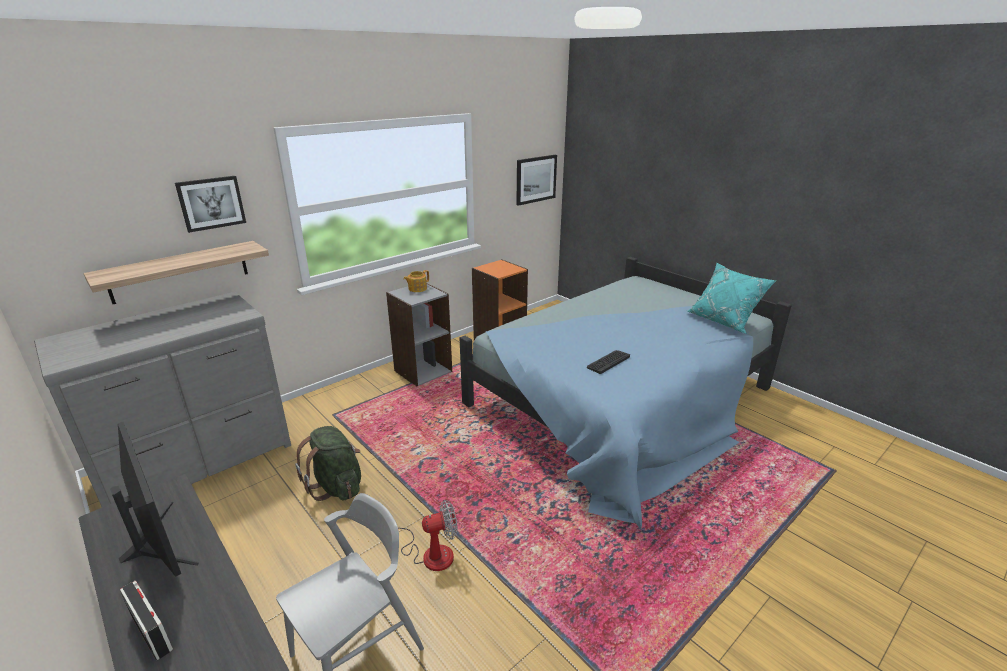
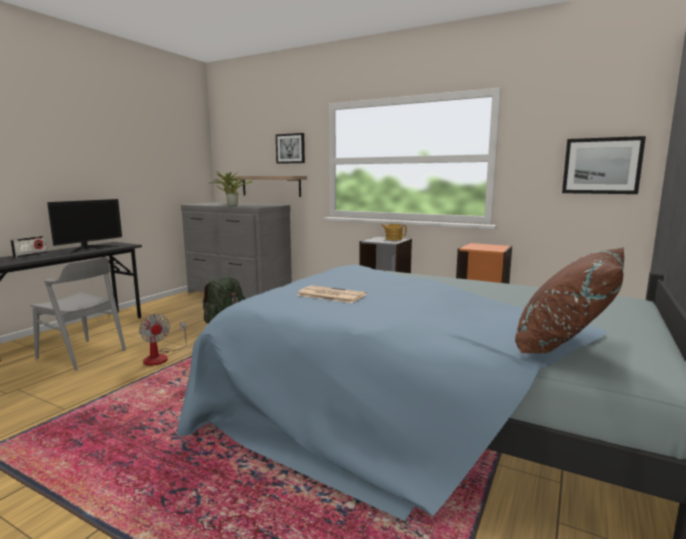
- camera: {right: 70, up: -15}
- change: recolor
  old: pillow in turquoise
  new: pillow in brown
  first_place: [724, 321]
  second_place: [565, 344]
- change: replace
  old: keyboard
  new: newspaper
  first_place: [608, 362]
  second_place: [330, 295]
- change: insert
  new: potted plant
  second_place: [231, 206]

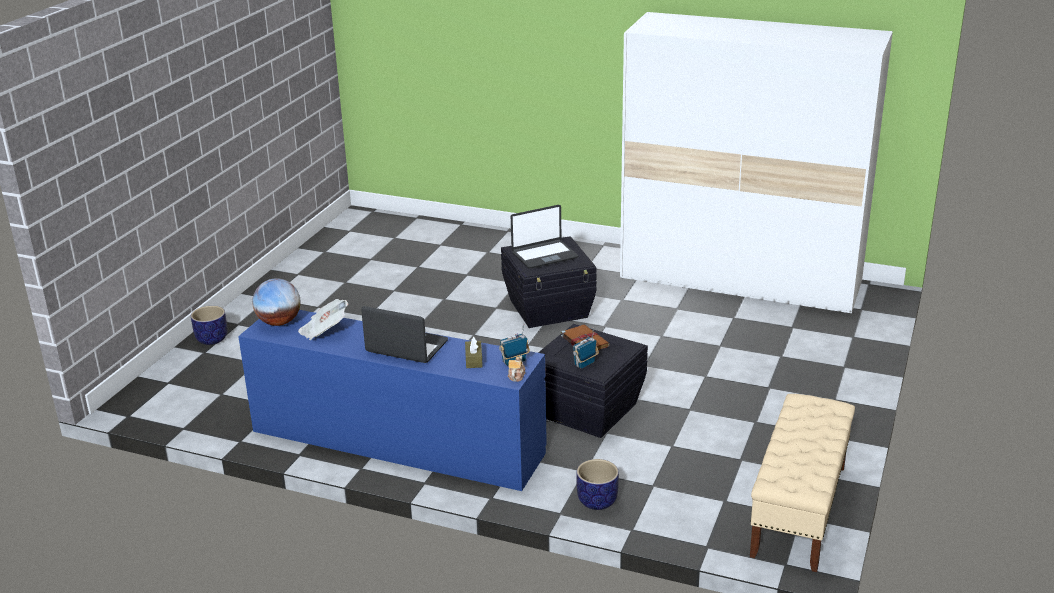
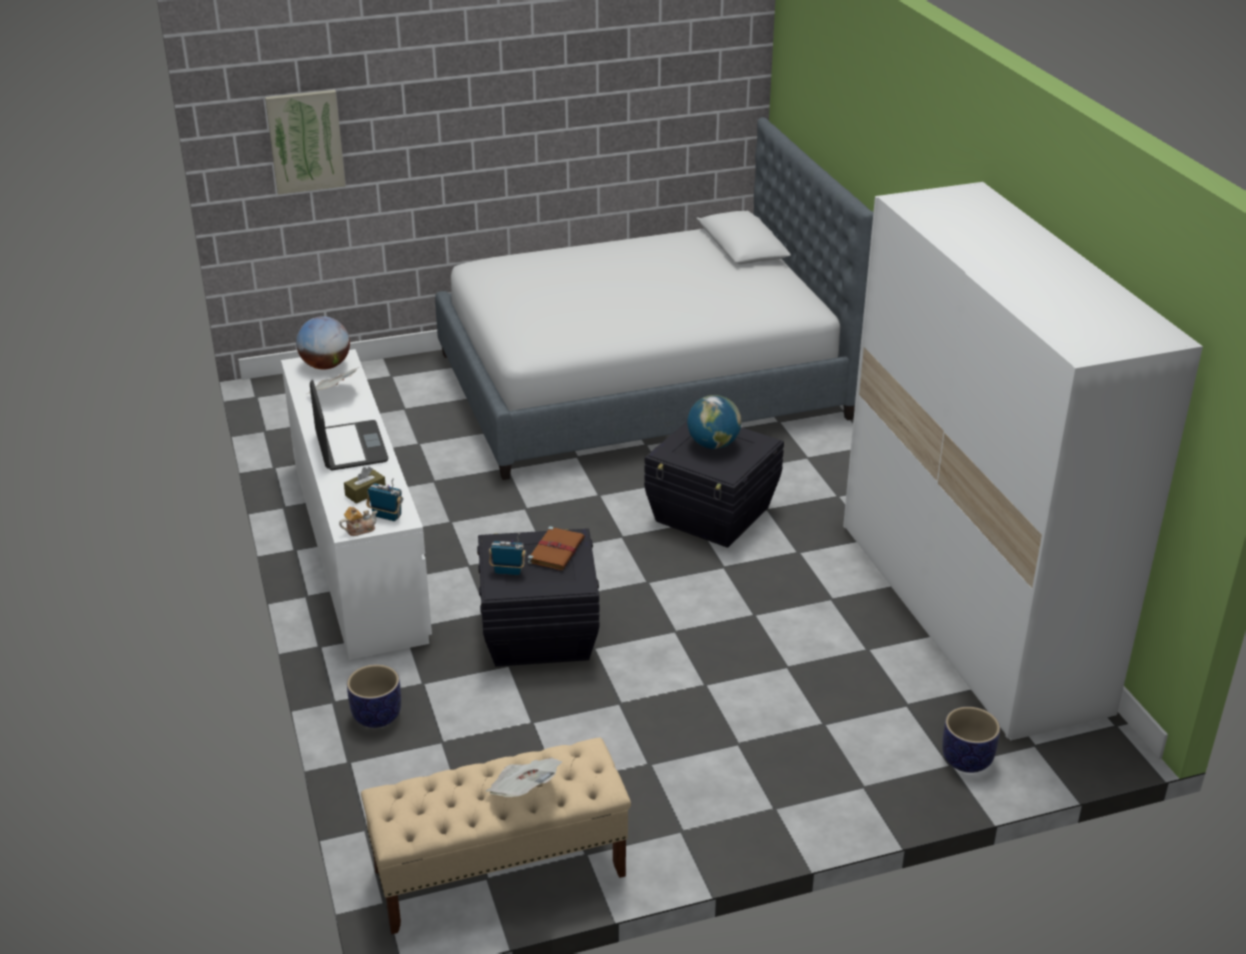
- camera: {right: 50, up: 5}
- change: replace
  old: laptop
  new: globe
  first_place: [544, 255]
  second_place: [713, 444]
- change: move
  old: planter
  first_place: [212, 339]
  second_place: [967, 760]
- change: recolor
  old: dresser in blue
  new: dresser in white
  first_place: [397, 442]
  second_place: [357, 547]
- change: insert
  new: picture
  second_place: [305, 141]
- change: insert
  new: bed
  second_place: [641, 385]
- change: insert
  new: newspaper
  second_place: [524, 791]

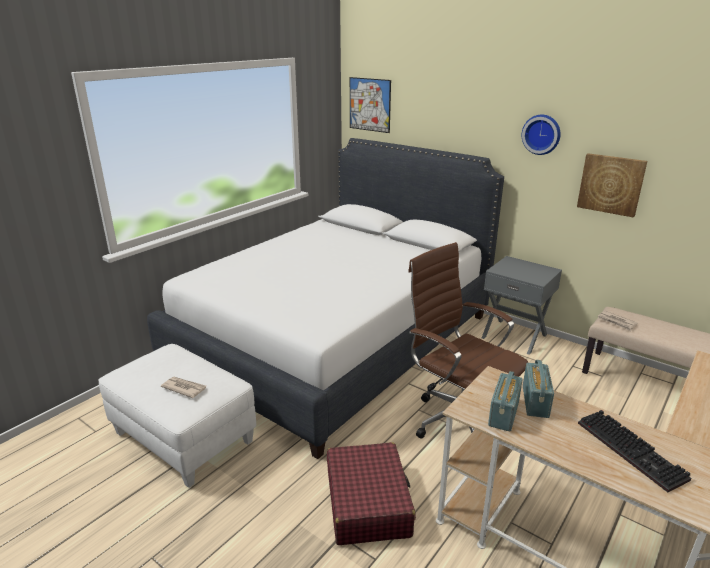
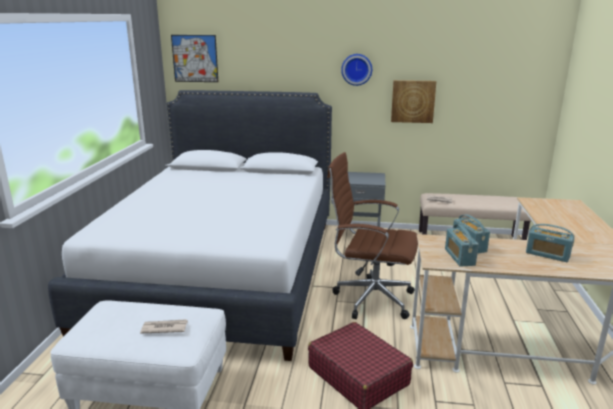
- camera: {right: -30, up: -5}
- change: replace
  old: keyboard
  new: radio
  first_place: [633, 451]
  second_place: [547, 255]

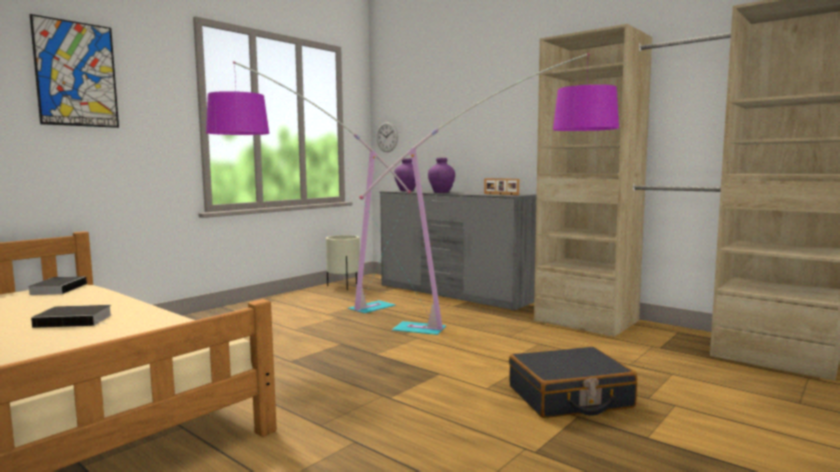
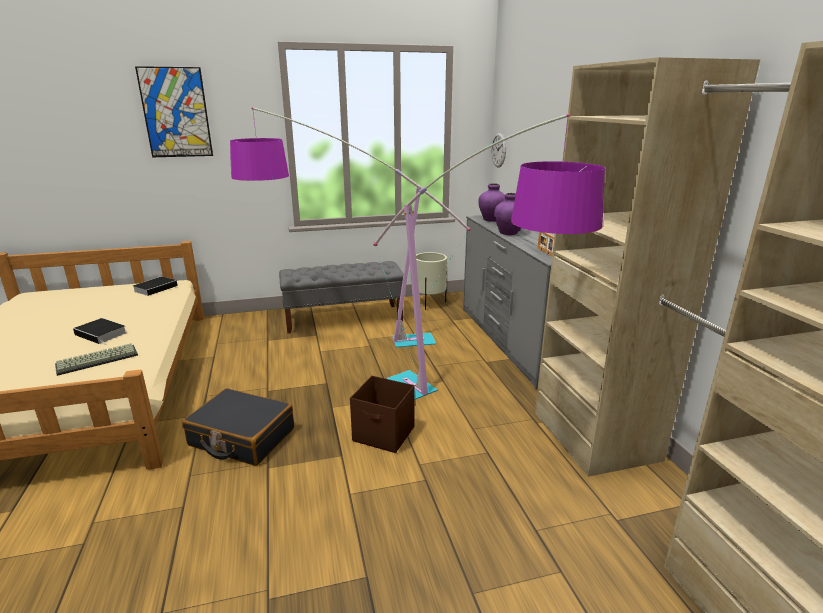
- camera: {right: 35, up: 15}
- change: move
  old: suitcase in black
  first_place: [569, 397]
  second_place: [241, 437]
- change: insert
  new: bench in grey
  second_place: [344, 318]
- change: insert
  new: keyboard
  second_place: [98, 359]
- change: insert
  new: storage box in brown
  second_place: [384, 434]

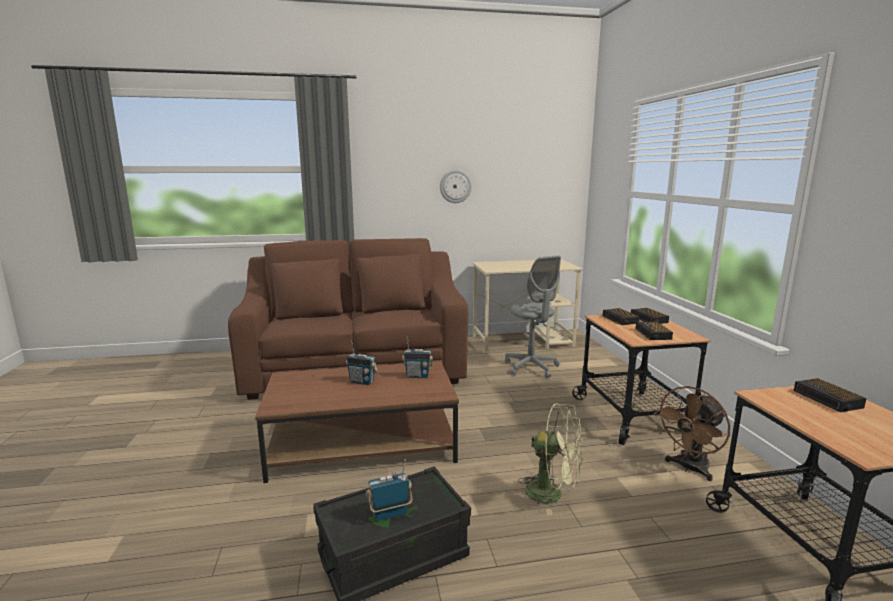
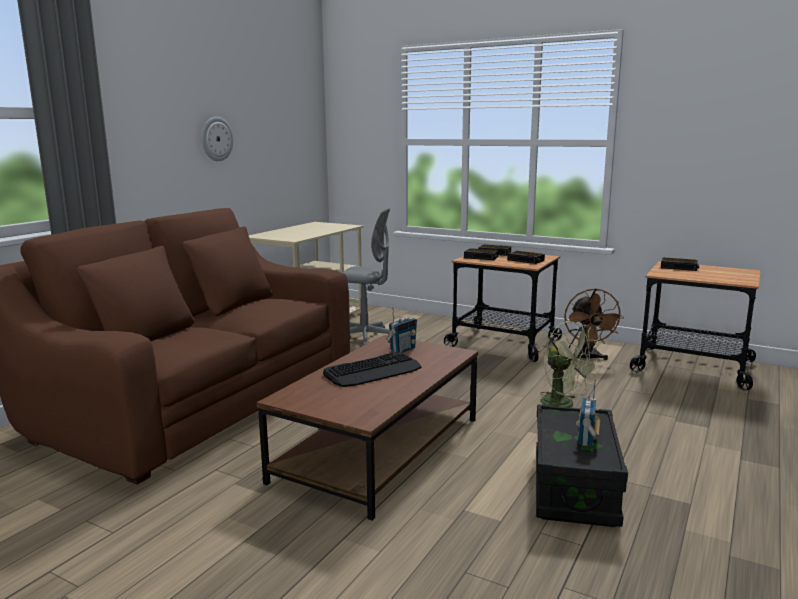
- camera: {right: -50, up: 0}
- change: replace
  old: radio
  new: keyboard
  first_place: [362, 382]
  second_place: [373, 371]
- change: rotate
  old: fan in green
  first_place: [552, 494]
  second_place: [564, 405]
  degrees: 75

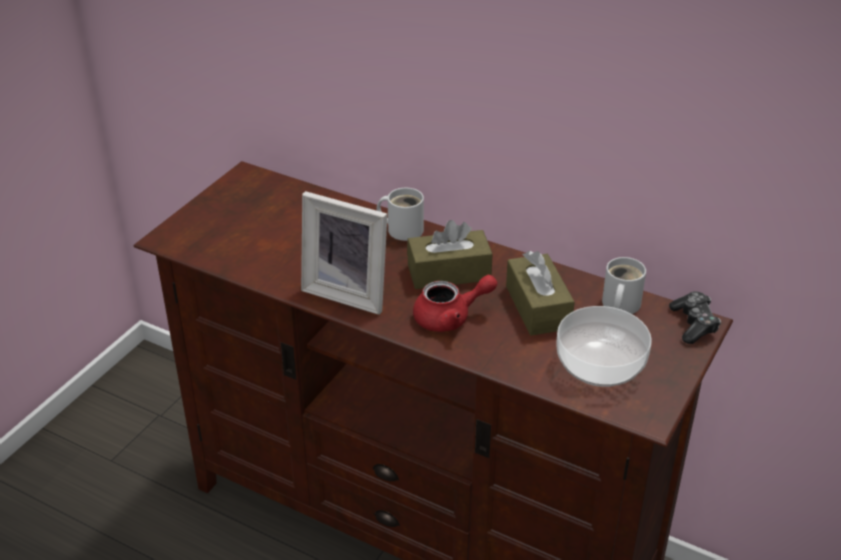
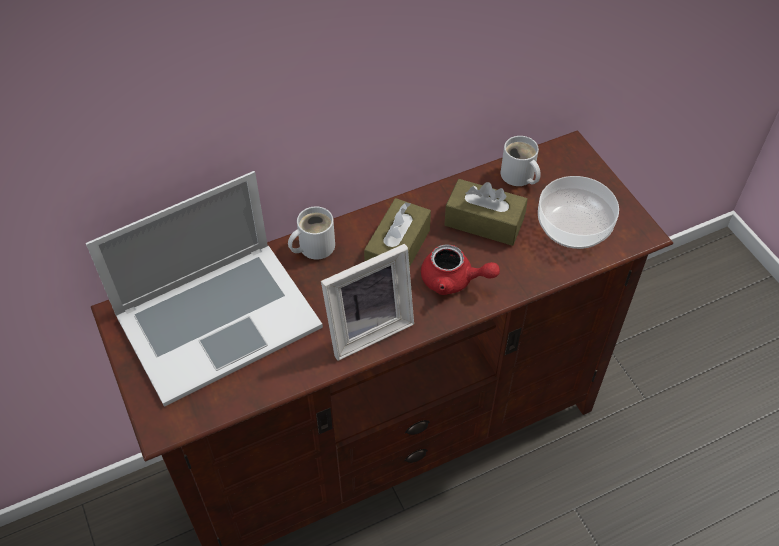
- camera: {right: -55, up: 15}
- change: rotate
  old: teapot in red
  first_place: [450, 317]
  second_place: [453, 280]
  degrees: 90
- change: delete
  old: game controller
  first_place: [694, 324]
- change: insert
  new: laptop
  second_place: [217, 319]

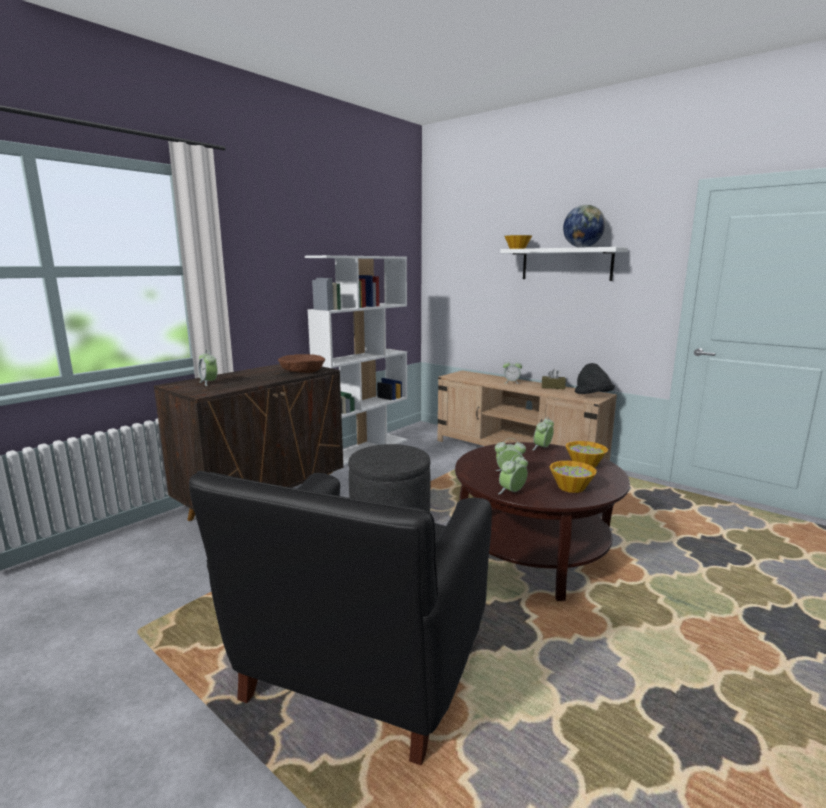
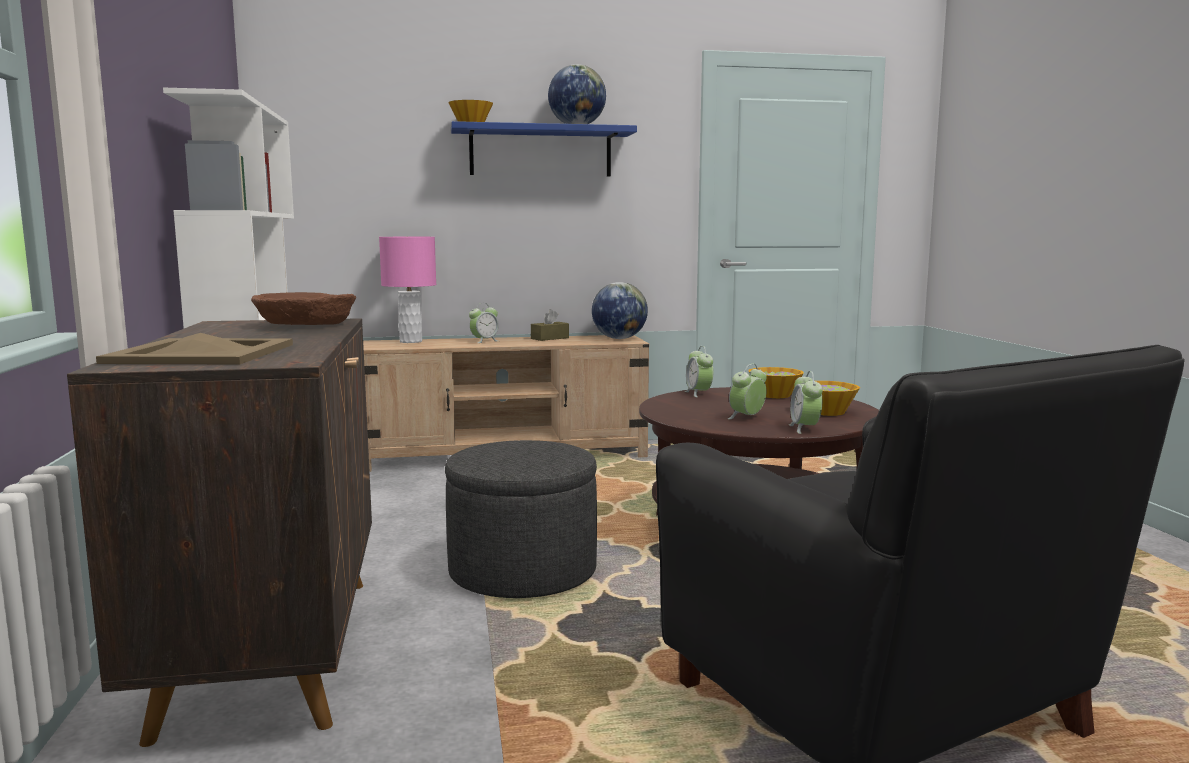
- camera: {right: -50, up: -5}
- change: recolor
  old: shelf in white
  new: shelf in blue
  first_place: [566, 264]
  second_place: [540, 152]
- change: replace
  old: alarm clock
  new: tray in beige
  first_place: [209, 383]
  second_place: [204, 353]
- change: replace
  old: hat in black
  new: globe
  first_place: [593, 396]
  second_place: [619, 338]
- change: insert
  new: table lamp in pink
  second_place: [411, 341]

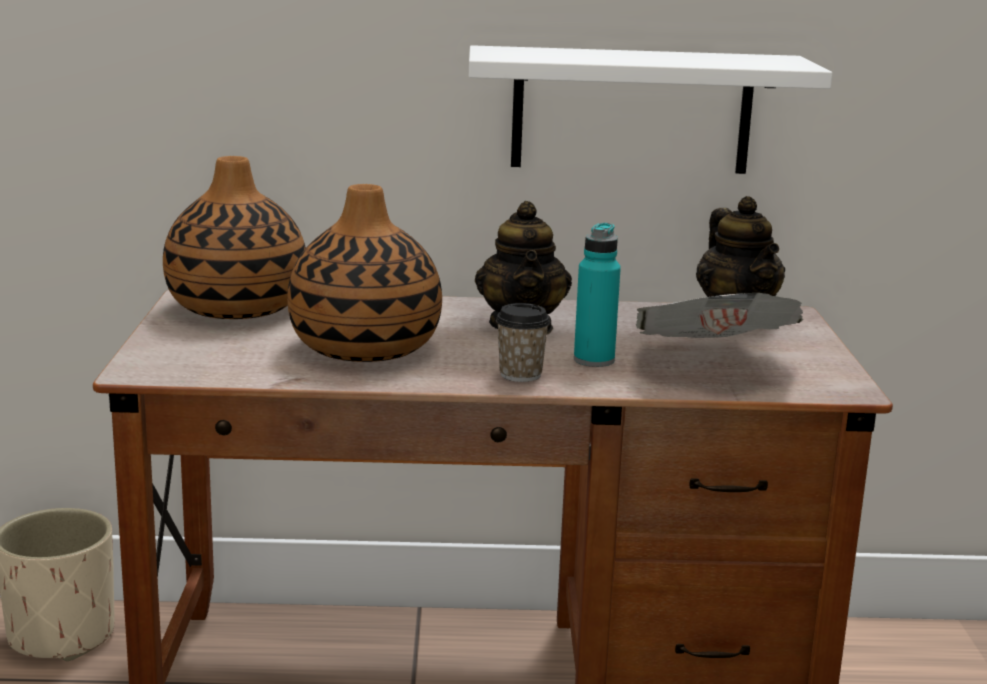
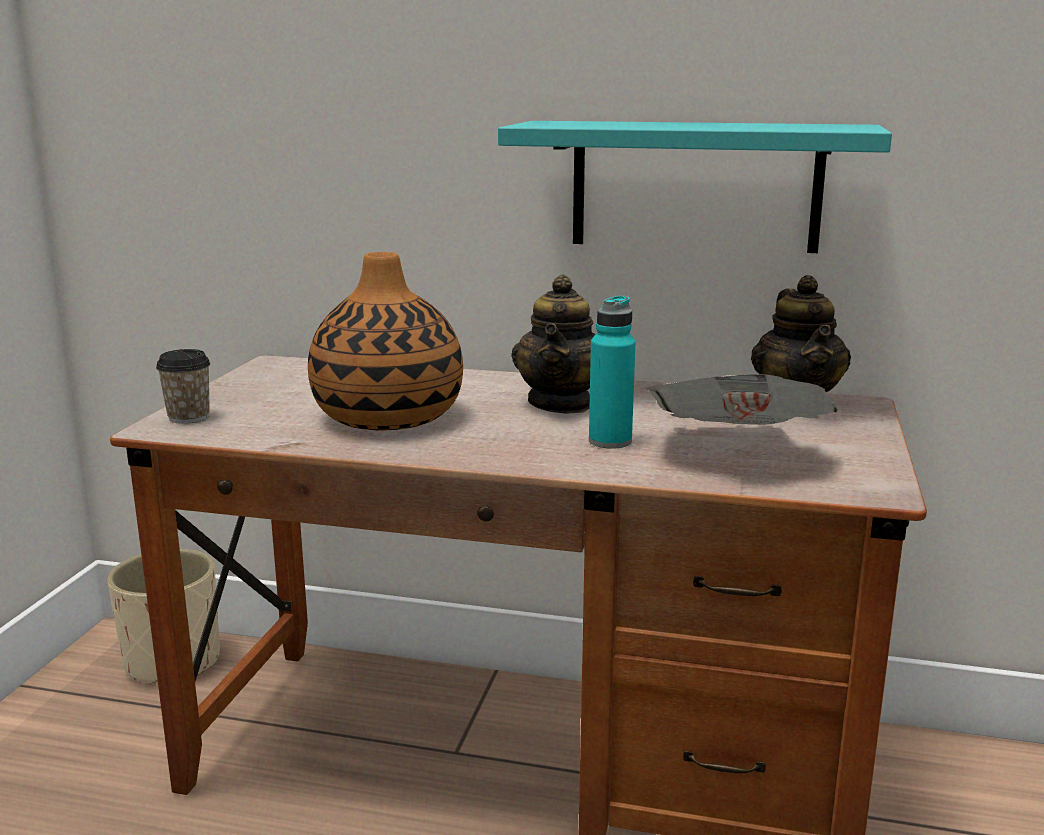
- camera: {right: 15, up: 0}
- change: recolor
  old: shelf in white
  new: shelf in turquoise
  first_place: [631, 110]
  second_place: [695, 186]
- change: delete
  old: vase
  first_place: [237, 308]
- change: move
  old: cup
  first_place: [520, 375]
  second_place: [189, 417]

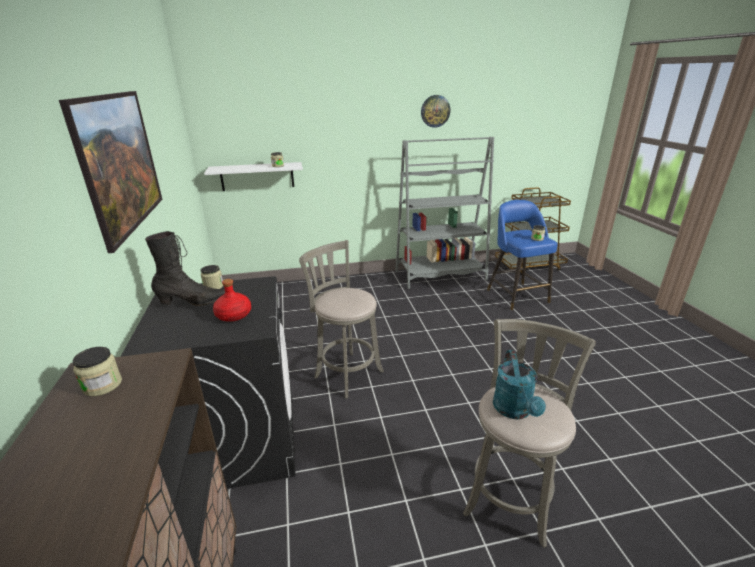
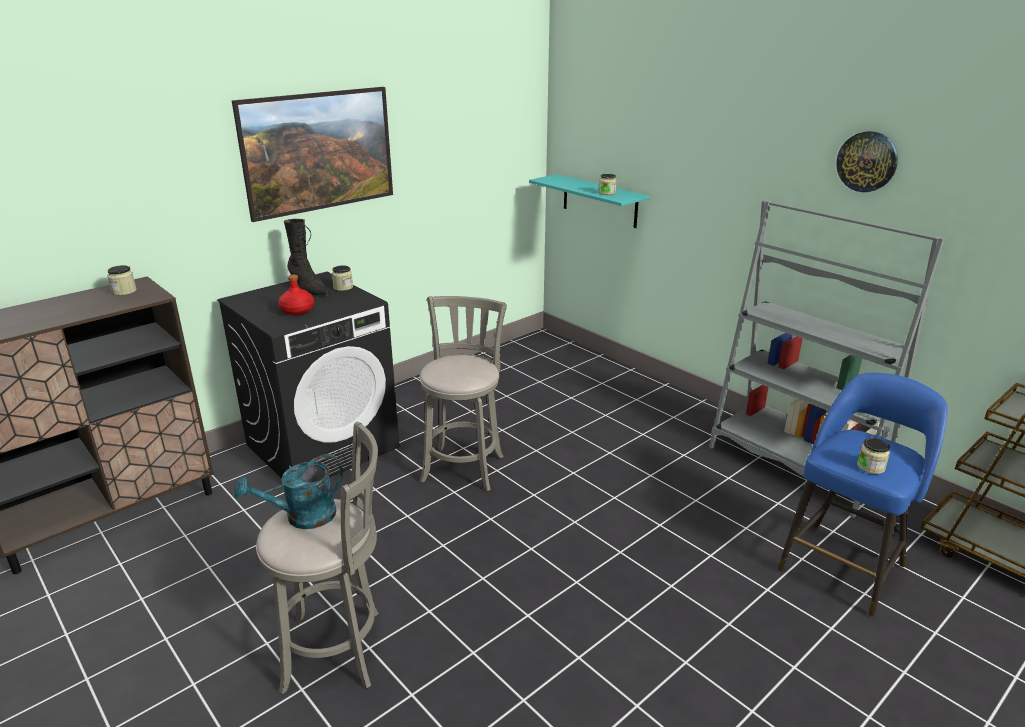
- camera: {right: 60, up: 0}
- change: recolor
  old: shelf in white
  new: shelf in turquoise
  first_place: [257, 176]
  second_place: [599, 201]

